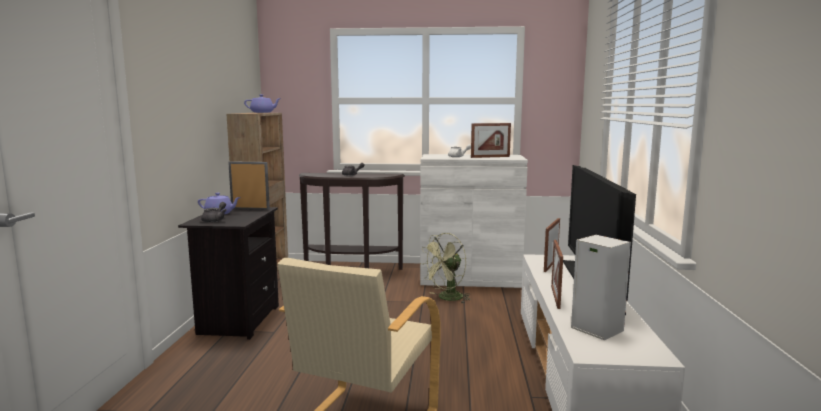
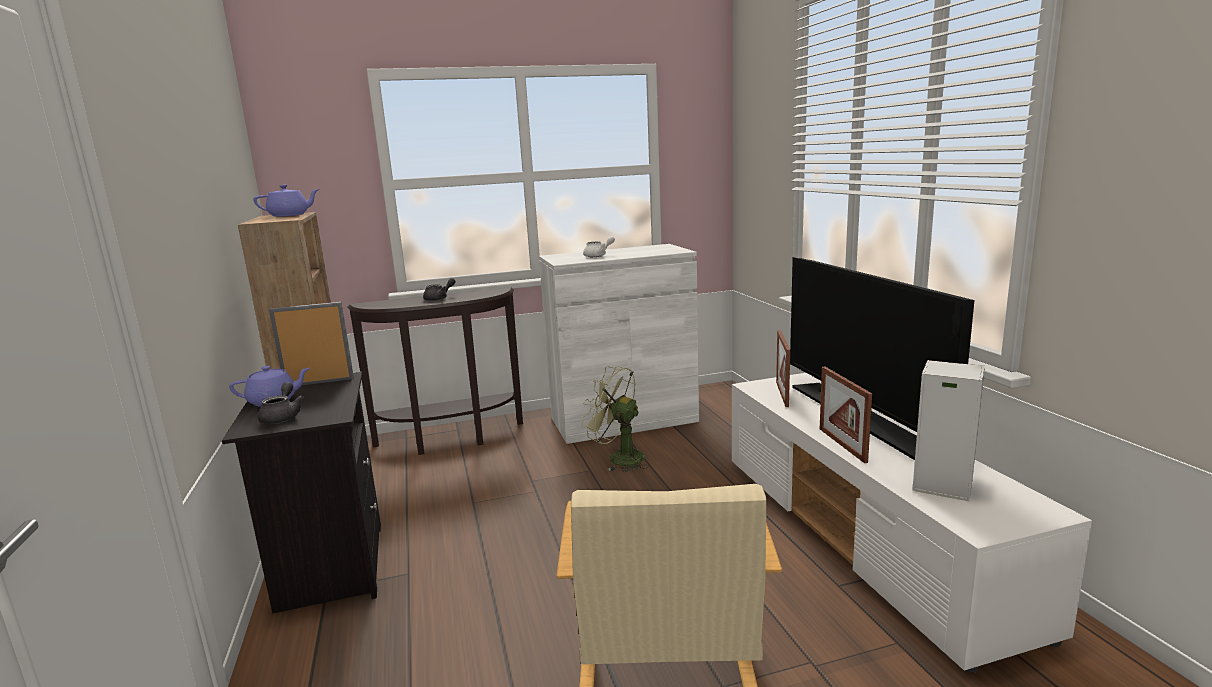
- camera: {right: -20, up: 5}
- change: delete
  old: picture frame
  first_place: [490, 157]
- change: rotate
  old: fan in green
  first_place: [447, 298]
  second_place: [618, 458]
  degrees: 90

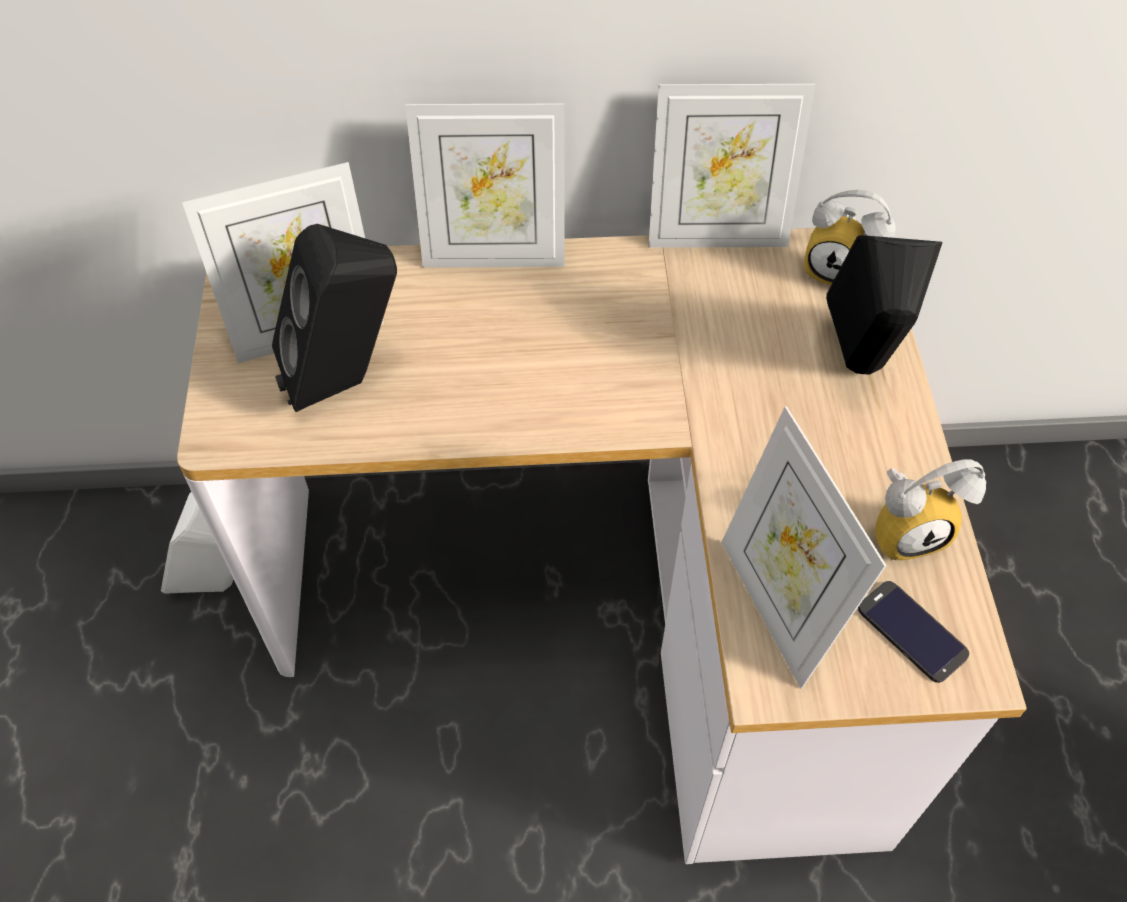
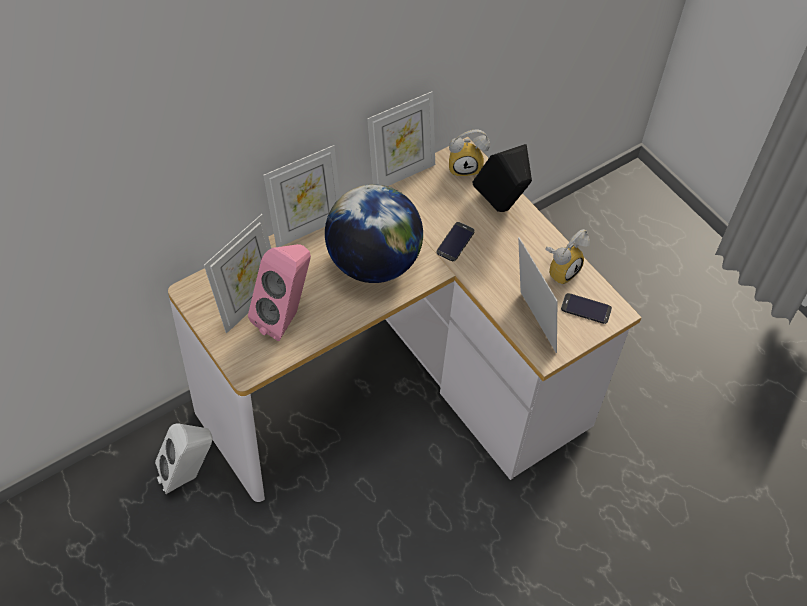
- camera: {right: -35, up: 0}
- change: recolor
  old: speaker in black
  new: speaker in pink
  first_place: [348, 381]
  second_place: [285, 317]
- change: rotate
  old: picture frame
  first_place: [776, 606]
  second_place: [531, 324]
  degrees: -150
- change: insert
  new: globe
  second_place: [373, 263]
- change: insert
  new: phone
  second_place: [455, 242]

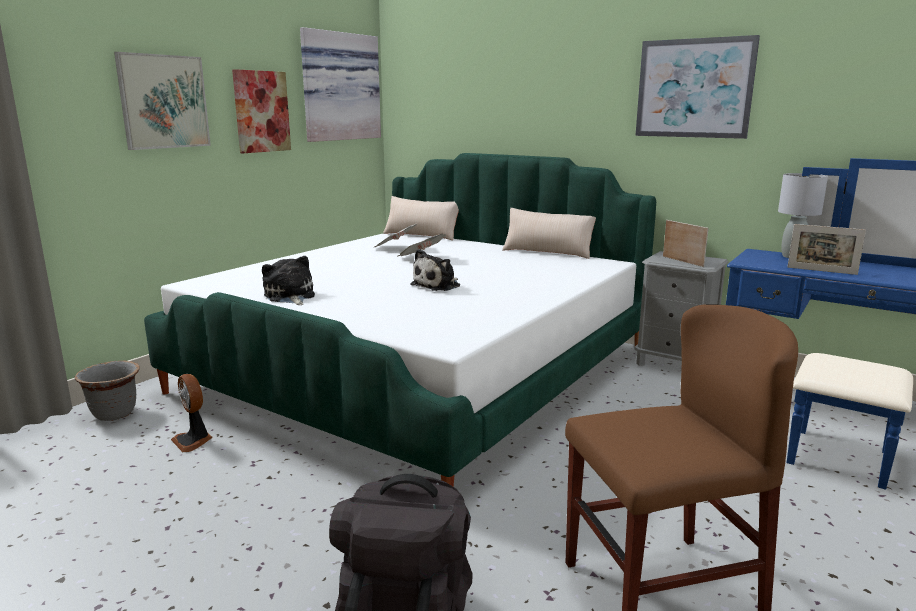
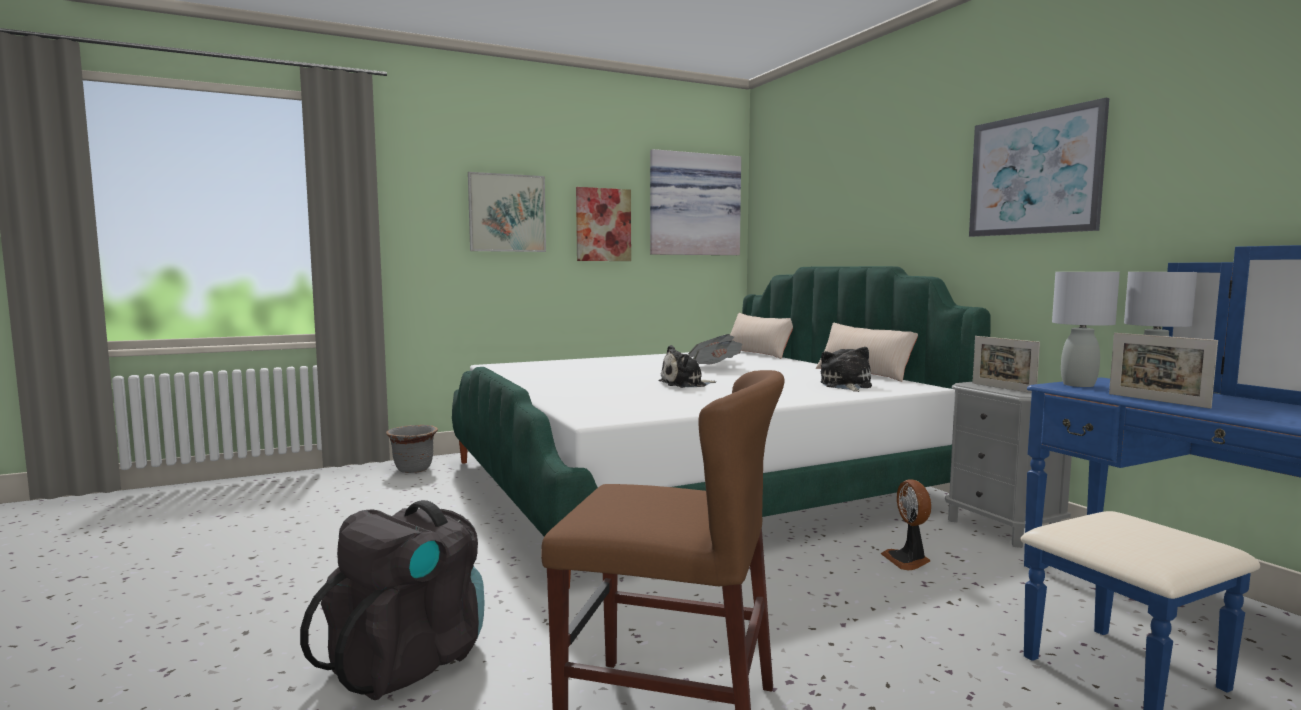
- camera: {right: 30, up: -10}
- change: rotate
  old: picture frame
  first_place: [682, 261]
  second_place: [1003, 388]
  degrees: 150
- change: move
  old: plush toy
  first_place: [290, 296]
  second_place: [846, 385]
- change: move
  old: fan
  first_place: [193, 441]
  second_place: [908, 560]
- change: insert
  new: table lamp in grey
  second_place: [1078, 385]

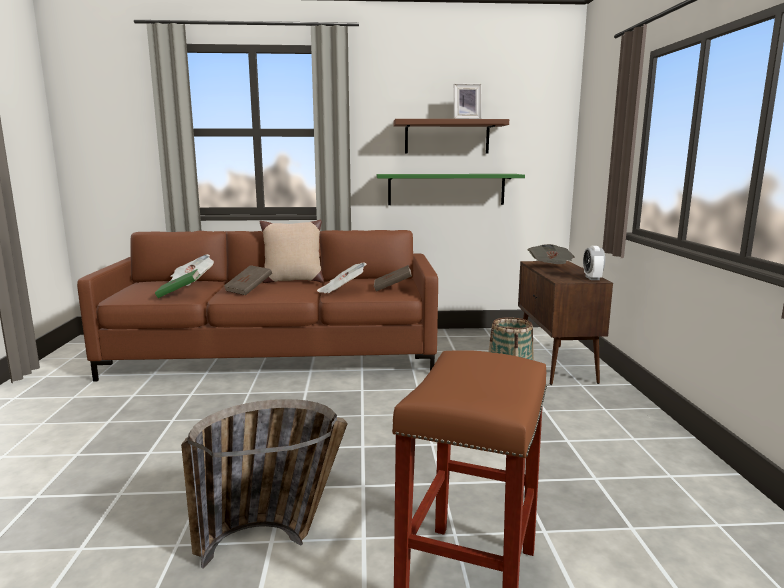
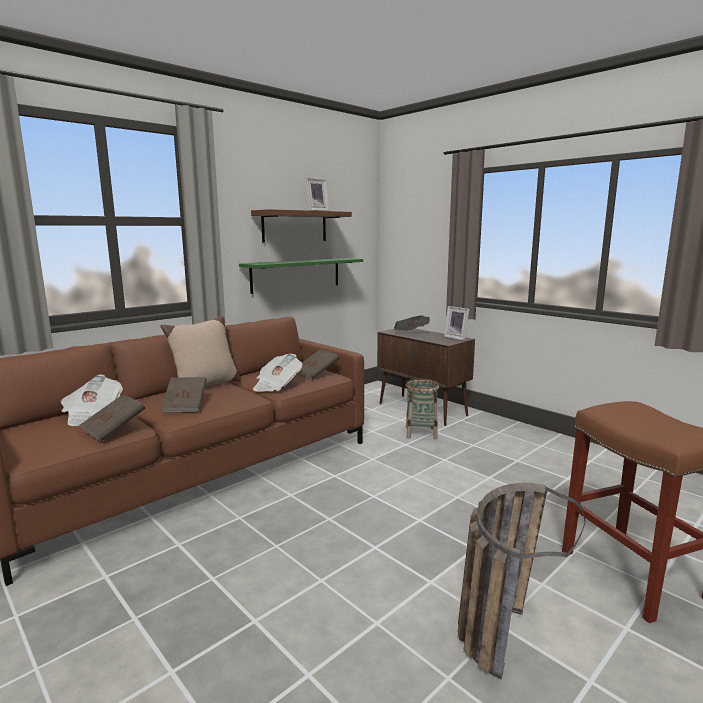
- camera: {right: -40, up: 0}
- change: replace
  old: alarm clock
  new: picture frame
  first_place: [592, 278]
  second_place: [457, 338]
- change: recolor
  old: book in green
  new: book in brown
  first_place: [179, 294]
  second_place: [114, 430]

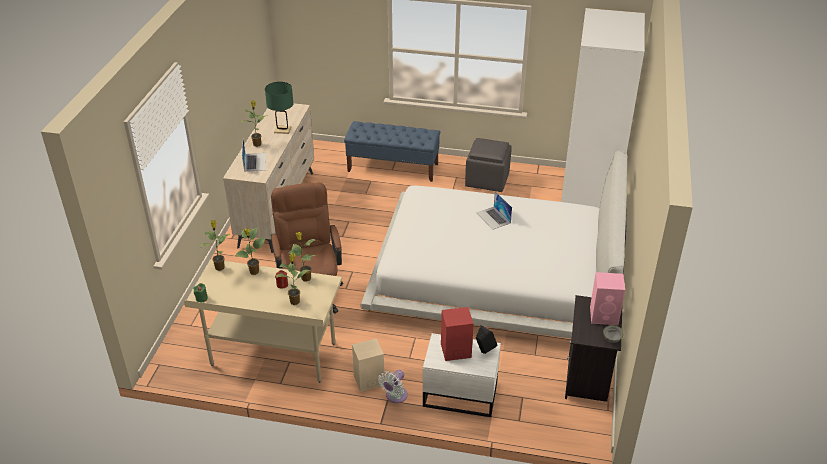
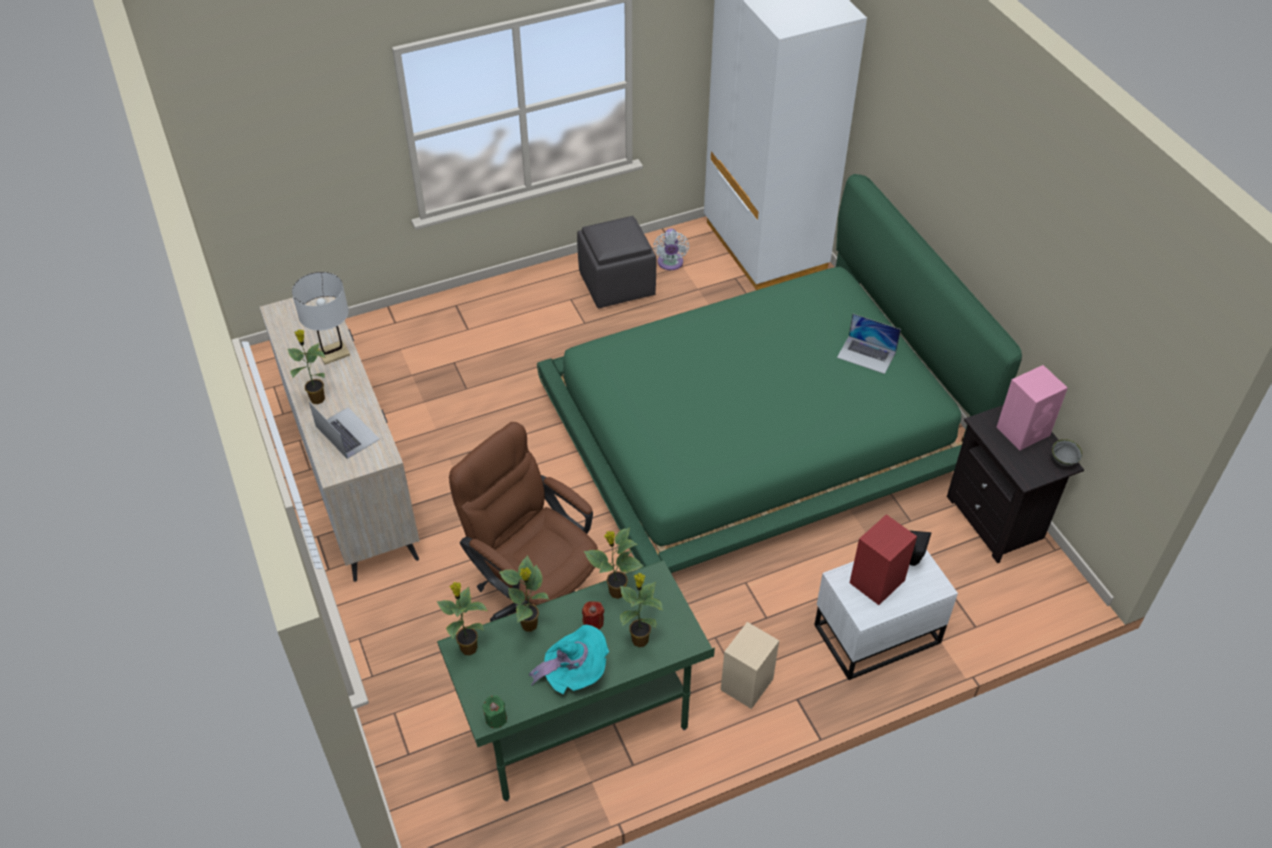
- camera: {right: -35, up: 10}
- change: recolor
  old: table lamp in green
  new: table lamp in white
  first_place: [282, 130]
  second_place: [333, 353]
- change: delete
  old: bench in blue
  first_place: [393, 167]
- change: recolor
  old: bed in white
  new: bed in green
  first_place: [496, 274]
  second_place: [759, 427]
- change: move
  old: laptop
  first_place: [493, 218]
  second_place: [866, 354]
- change: recolor
  old: desk in beige
  new: desk in green
  first_place: [273, 355]
  second_place: [580, 727]
- change: move
  old: fan in white
  first_place: [395, 396]
  second_place: [670, 264]
- change: insert
  new: hat in turquoise
  second_place: [574, 672]

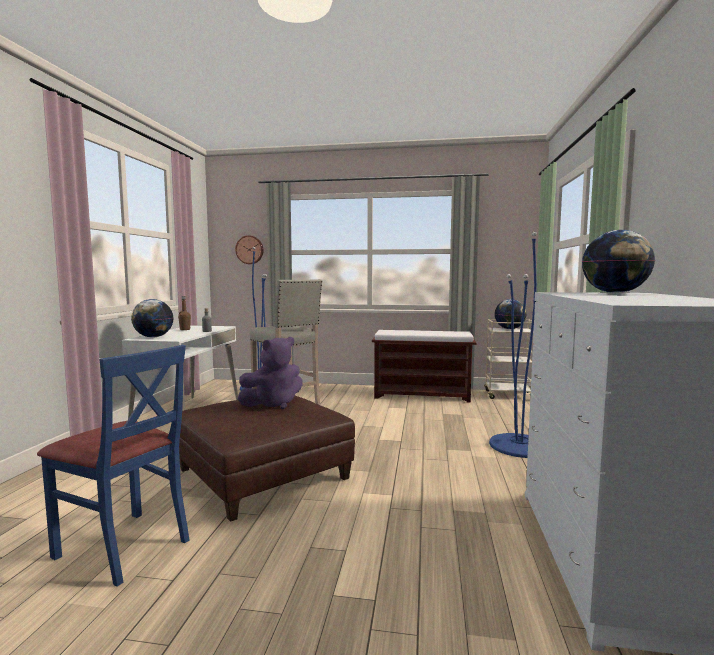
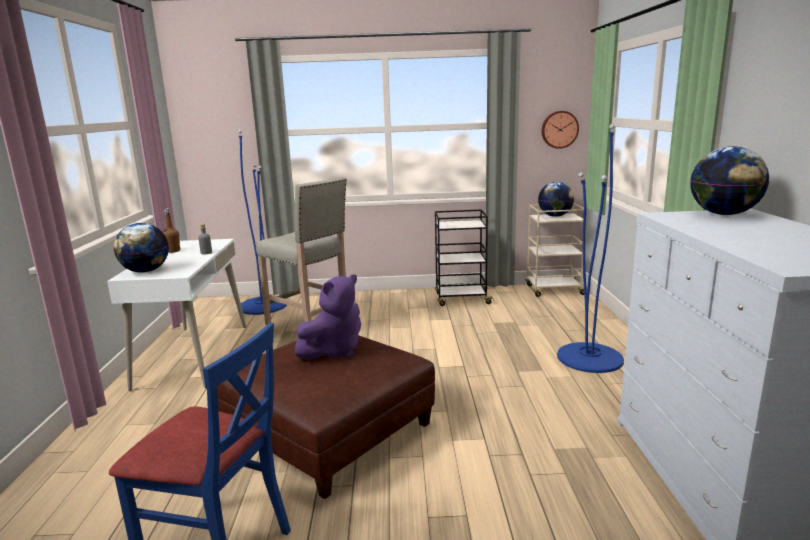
- camera: {right: -10, up: 10}
- change: move
  old: wall clock
  first_place: [250, 250]
  second_place: [559, 129]
- change: replace
  old: bench in brown
  new: cart in black
  first_place: [422, 395]
  second_place: [461, 299]

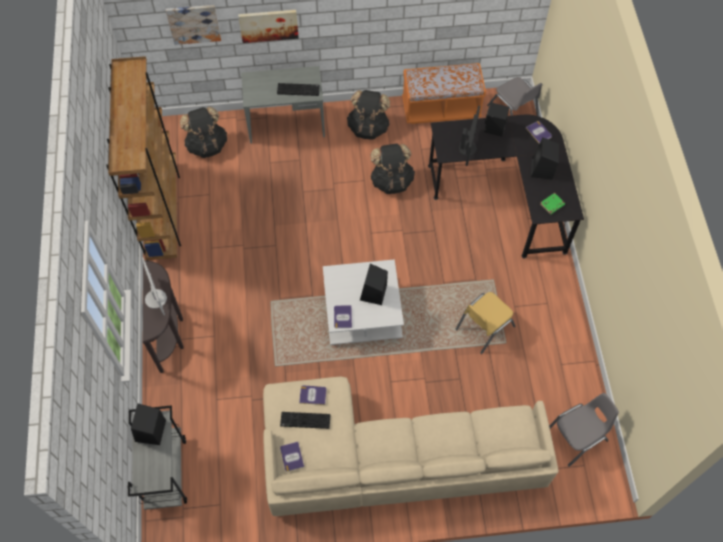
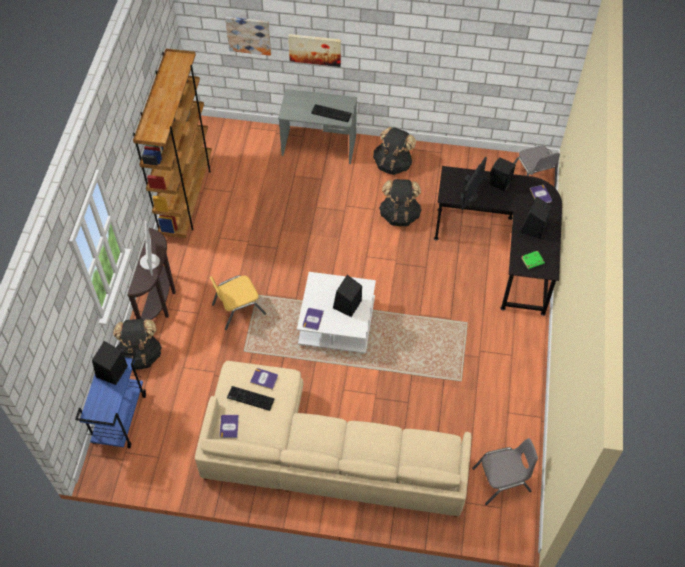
- camera: {right: 15, up: -5}
- change: delete
  old: bench in orange
  first_place: [441, 109]
- change: move
  old: backpack in black
  first_place: [207, 145]
  second_place: [140, 355]
- change: move
  old: chair in yellow
  first_place: [484, 327]
  second_place: [238, 308]
- change: recolor
  old: cart in grey
  new: cart in blue
  first_place: [165, 472]
  second_place: [120, 418]

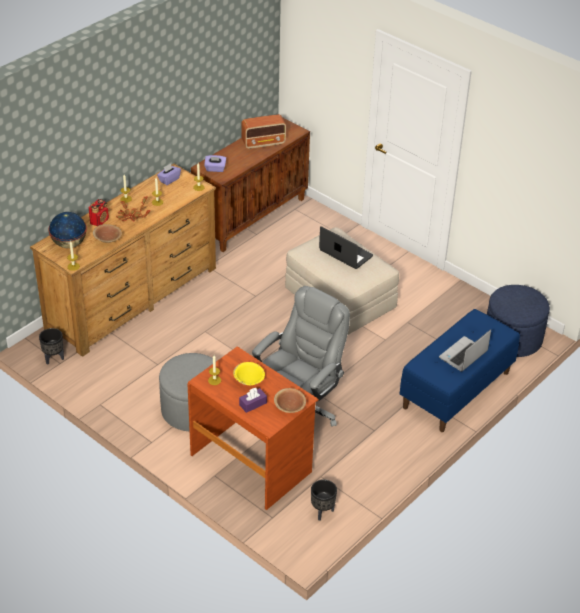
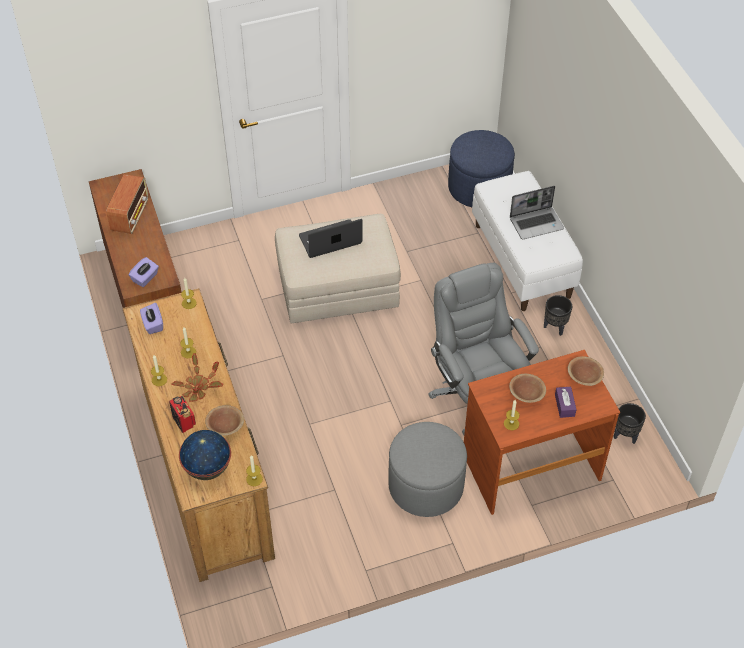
- camera: {right: -60, up: 10}
- change: recolor
  old: bench in blue
  new: bench in white
  first_place: [456, 390]
  second_place: [523, 261]
- change: move
  old: planter in black
  first_place: [53, 358]
  second_place: [555, 327]
- change: rotate
  old: laptop
  first_place: [463, 355]
  second_place: [536, 223]
  degrees: -90
- change: recolor
  old: bowl in yellow
  new: bowl in brown
  first_place: [249, 380]
  second_place: [526, 394]

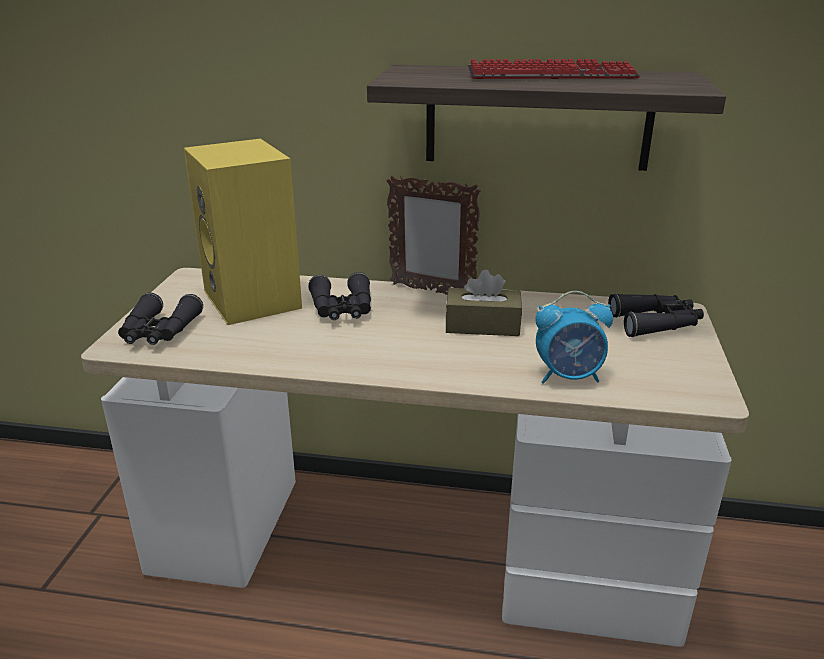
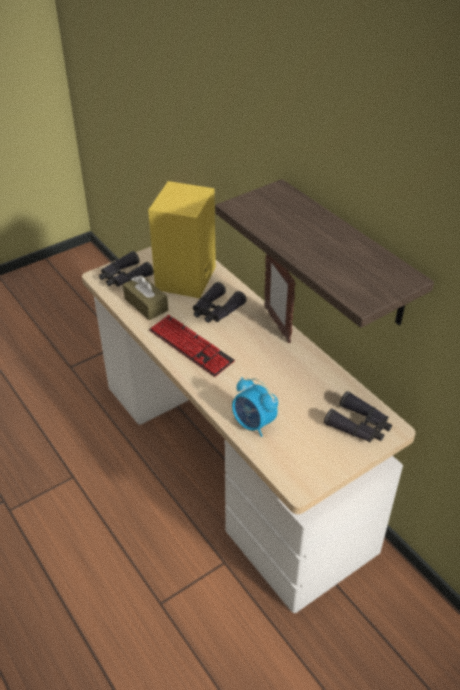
- camera: {right: 45, up: 15}
- change: move
  old: keyboard
  first_place: [551, 75]
  second_place: [190, 346]
- change: move
  old: tissue box in brown
  first_place: [482, 325]
  second_place: [146, 305]

